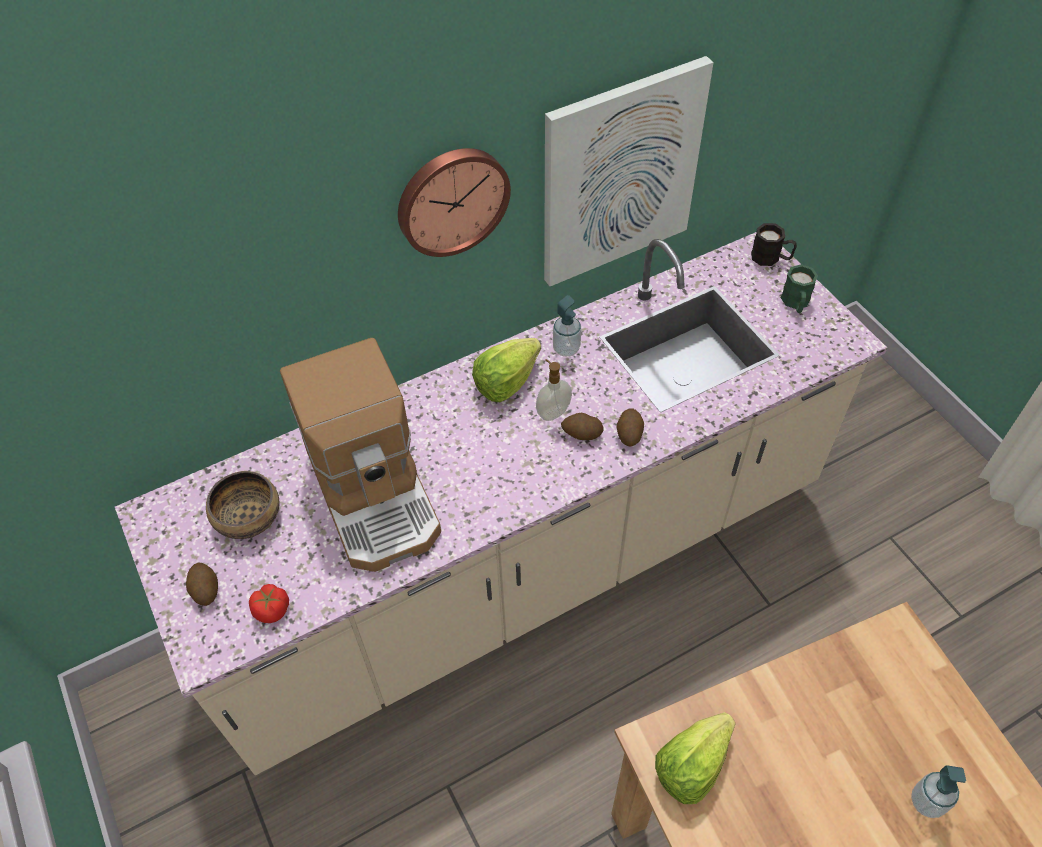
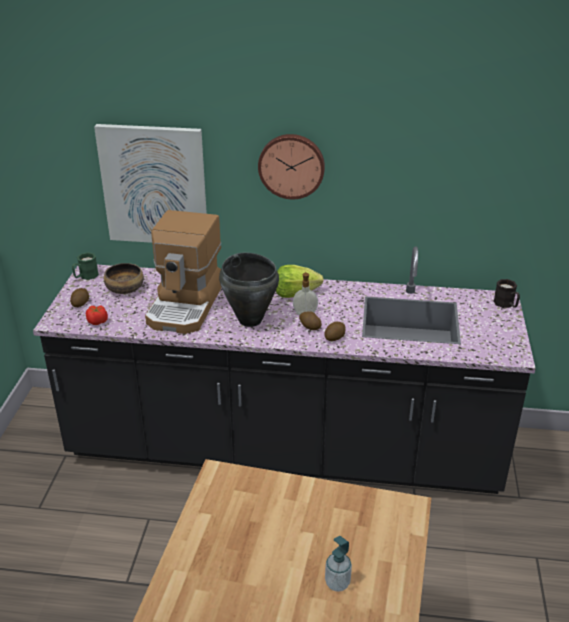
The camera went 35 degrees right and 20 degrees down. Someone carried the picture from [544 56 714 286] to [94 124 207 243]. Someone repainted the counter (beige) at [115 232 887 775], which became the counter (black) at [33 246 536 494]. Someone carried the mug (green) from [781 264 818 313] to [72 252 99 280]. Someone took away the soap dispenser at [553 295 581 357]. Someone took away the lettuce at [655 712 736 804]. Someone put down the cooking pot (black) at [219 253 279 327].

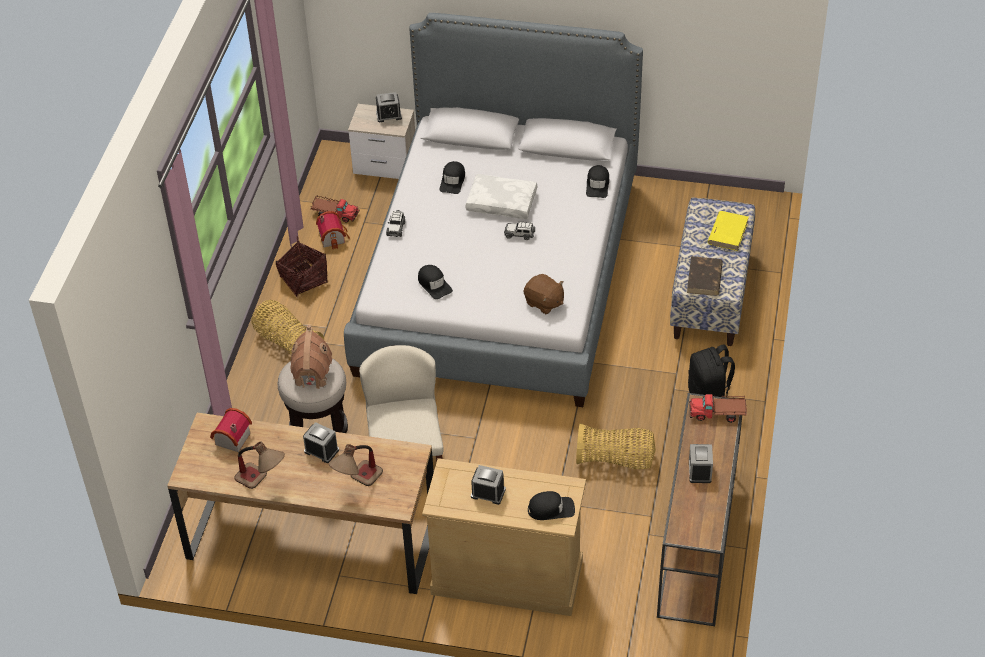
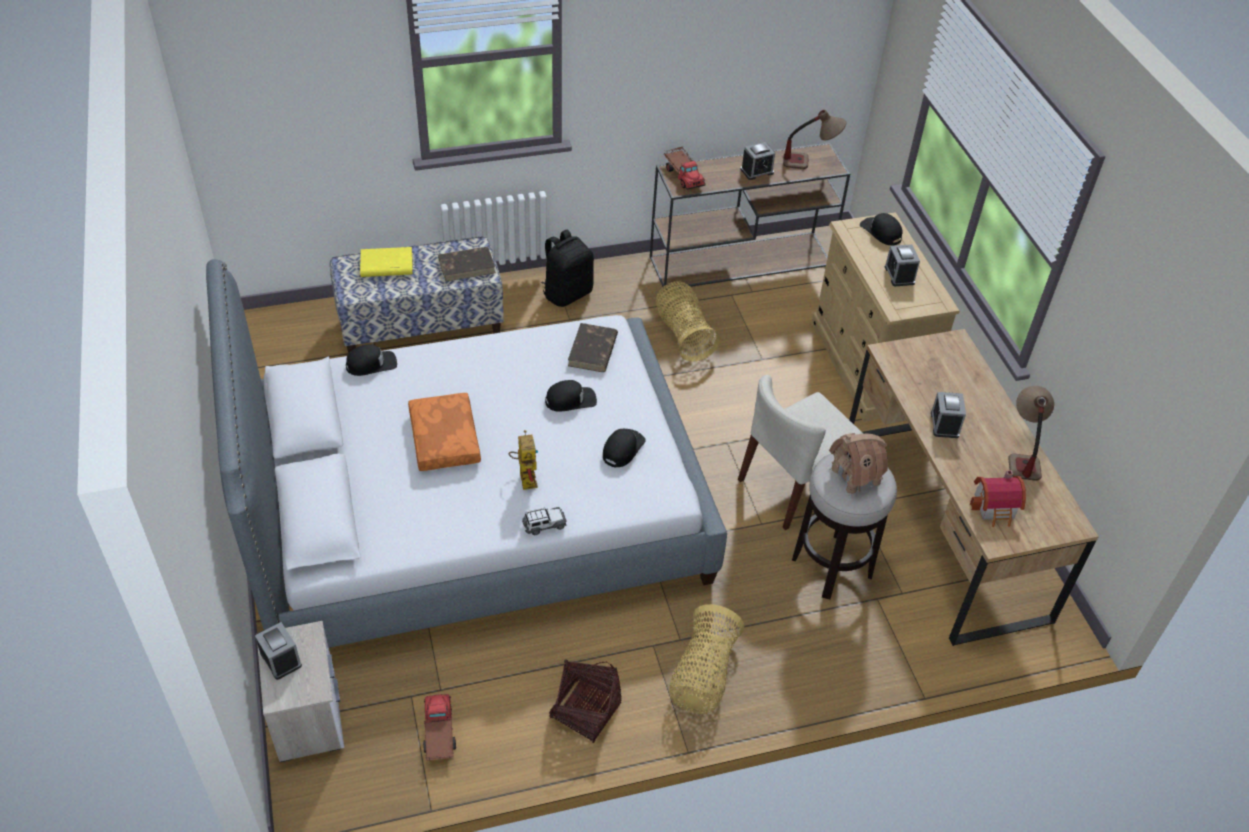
The camera went 120 degrees left and 0 degrees up. Someone carried the cap (black) from [439 161 465 194] to [545 380 597 412]. Someone repainted the pillow (white) at [466 174 537 219], which became the pillow (orange) at [408 393 481 471]. Someone took away the toy house at [316 211 350 249]. Someone took away the toy car at [504 222 535 240]. Someone swapped the plush toy (brown) at [524 274 564 314] for the book (brown) at [568 323 618 372]. Someone carried the table lamp from [329 444 383 486] to [783 110 846 169]. Someone put down the toy robot at [509 430 538 490].

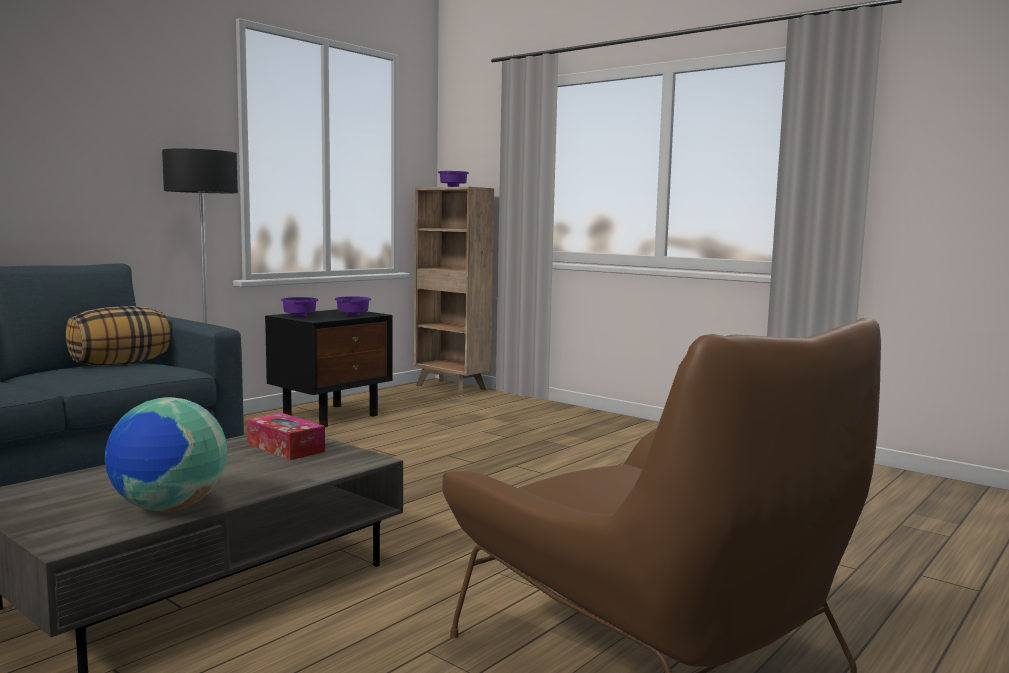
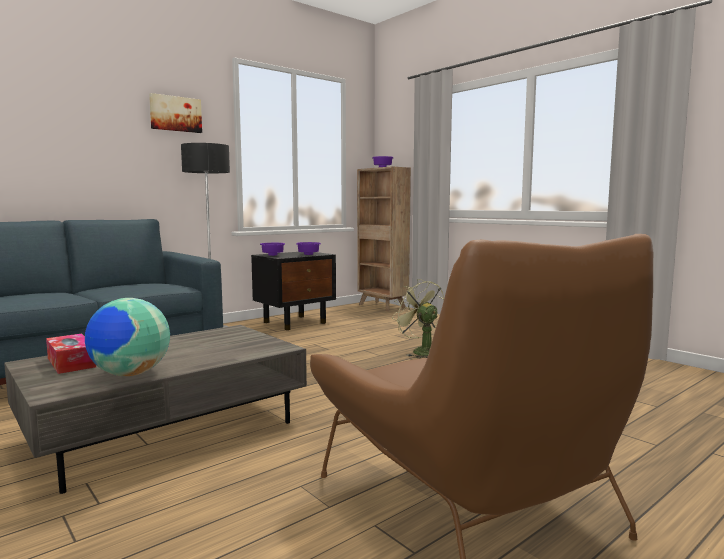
The camera went 10 degrees right and 0 degrees up. Someone took away the pillow at [66 306 171 365]. Someone carried the tissue box from [247 413 325 460] to [46 334 96 374]. Someone put up the picture at [149 93 202 133]. Someone put down the fan (green) at [392 279 444 358].

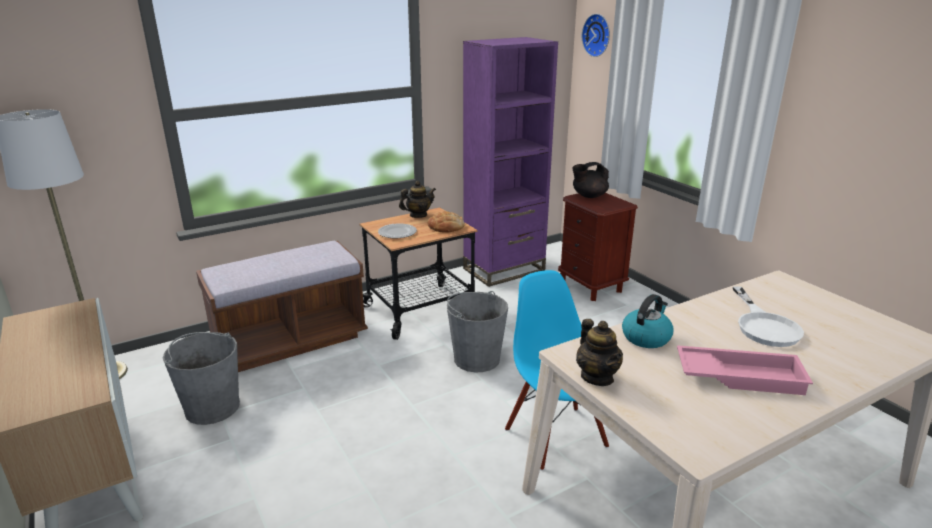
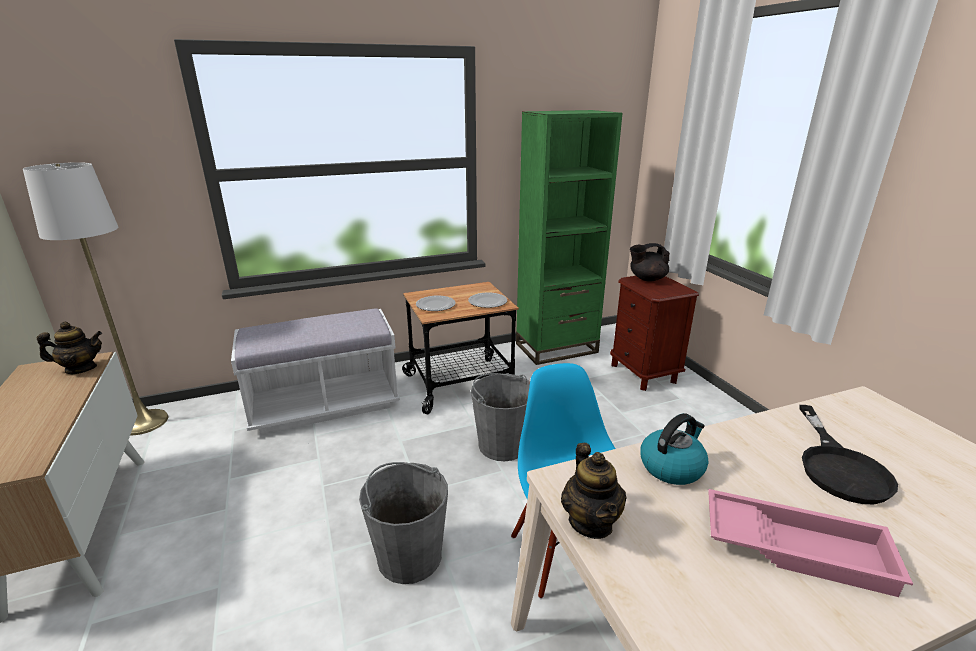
The camera went 10 degrees right and 0 degrees up. Someone took away the wall clock at [582 14 610 57]. Someone repainted the bookcase (purple) at [463 37 558 287], which became the bookcase (green) at [516 110 623 365]. Someone carried the teapot from [399 181 436 218] to [36 321 102 374]. Someone swapped the bread at [428 211 465 232] for the plate at [468 292 507 308]. Someone repainted the bench (brown) at [196 241 368 372], which became the bench (white) at [231 308 400 435]. Someone repainted the frying pan (white) at [733 286 804 347], which became the frying pan (black) at [799 405 898 504]. Someone carried the bucket (grey) from [163 332 240 425] to [359 462 448 584].

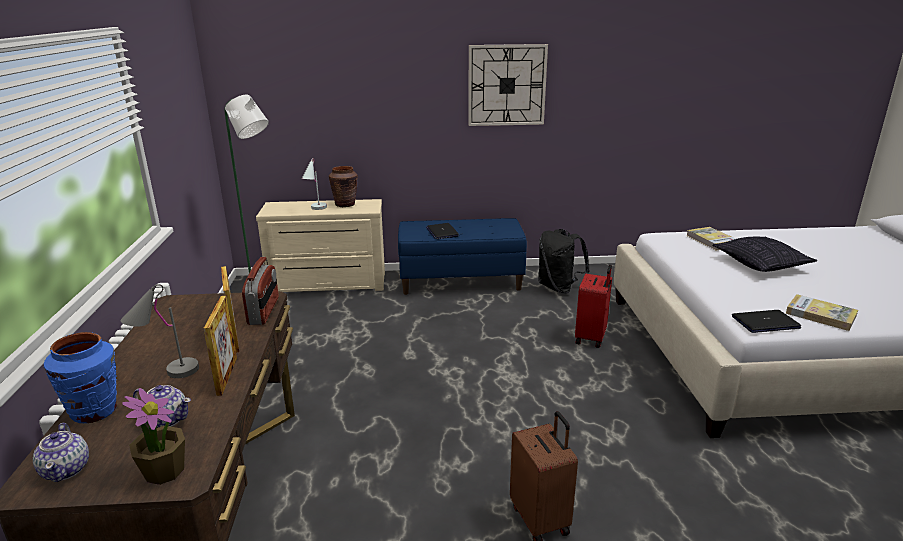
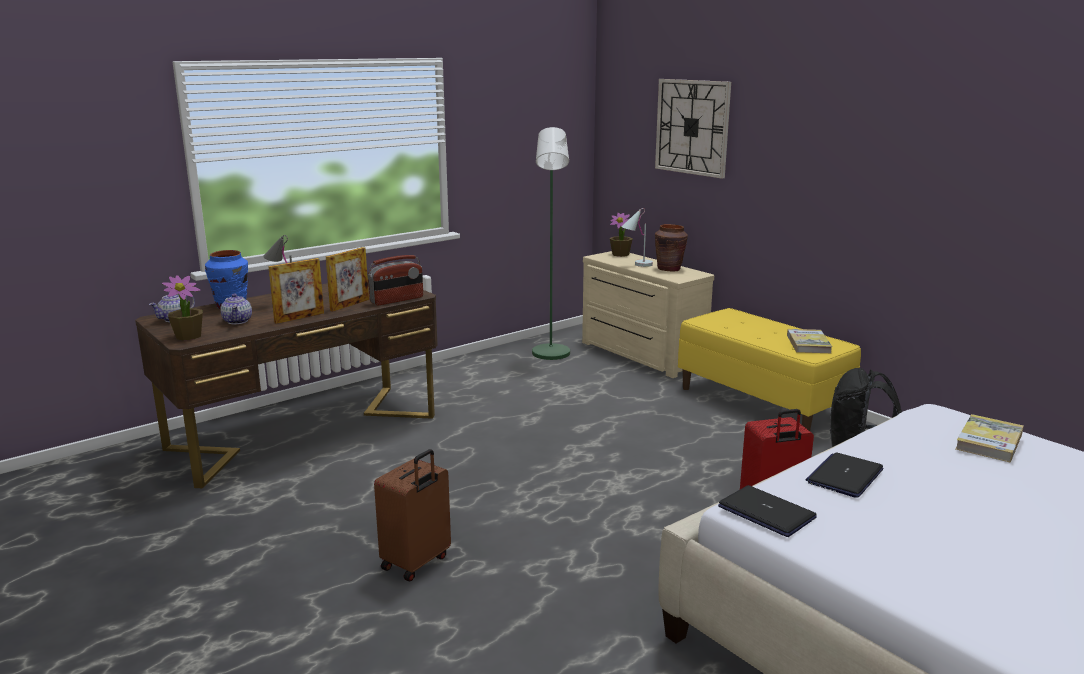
The camera went 55 degrees right and 5 degrees down. Someone carried the wall clock from [468 44 548 126] to [655 79 731 178]. Someone repainted the bench (blue) at [398 218 527 295], which became the bench (yellow) at [678 308 861 431]. Someone carried the laptop from [426 223 459 239] to [806 452 884 498]. Someone took away the pillow at [712 237 817 272]. Someone carried the book from [786 294 858 331] to [787 329 832 353]. Someone put down the potted plant at [610 213 633 257].

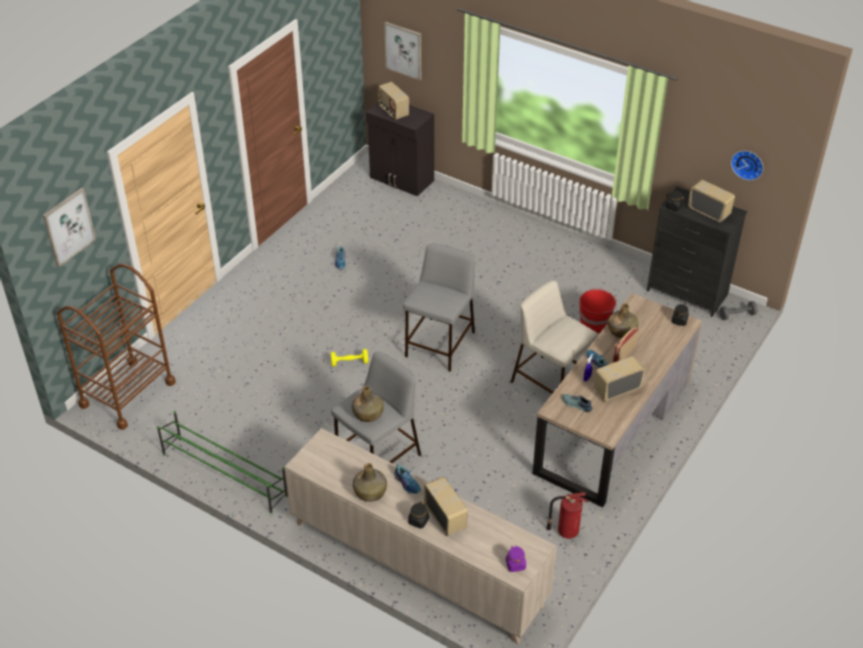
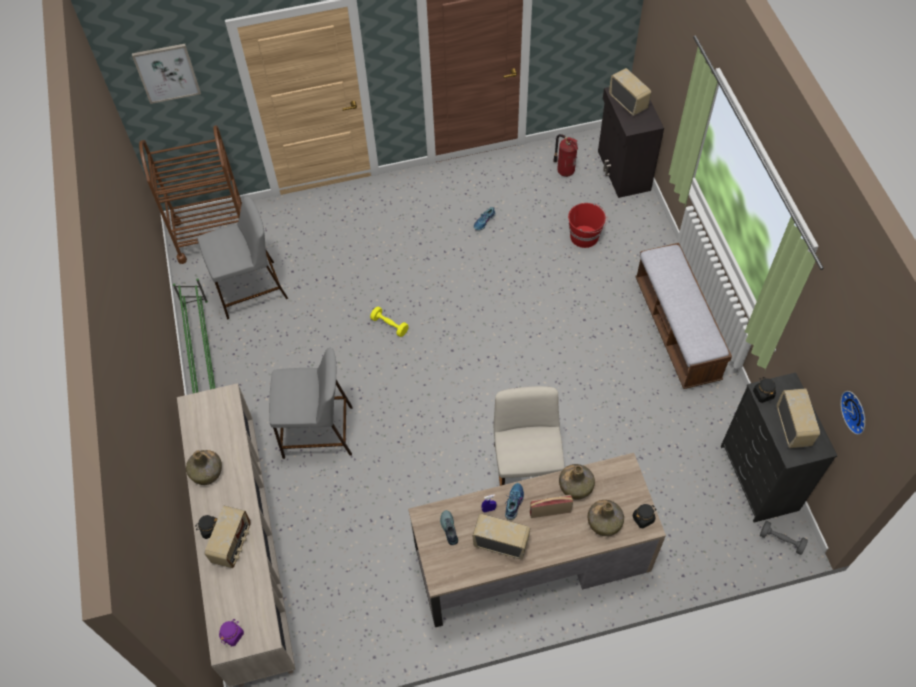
The camera went 45 degrees right and 15 degrees up. Someone took away the picture at [384 22 421 80]. Someone rotated the radio at [377 82 409 120] by 135 degrees clockwise. Someone carried the stool (grey) from [403 243 475 372] to [198 196 288 320]. Someone carried the bucket (red) from [580 288 618 333] to [568 203 607 248]. Someone carried the bottle (green) from [352 386 384 422] to [588 500 624 536]. Someone took away the shoe at [394 464 421 494]. Someone carried the fire extinguisher from [546 492 587 539] to [553 134 578 177]. Someone put down the bench at [635 243 732 389].

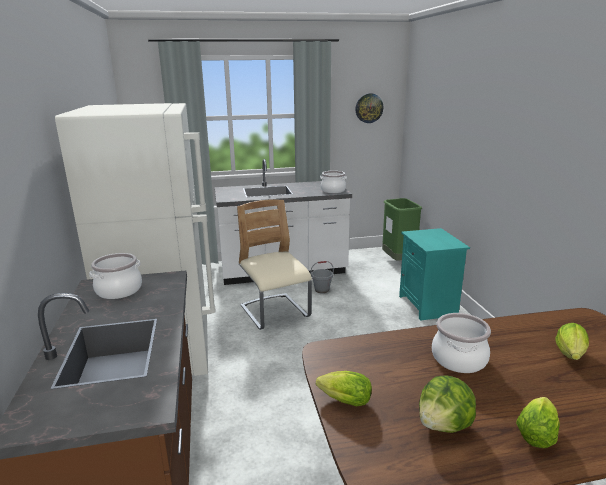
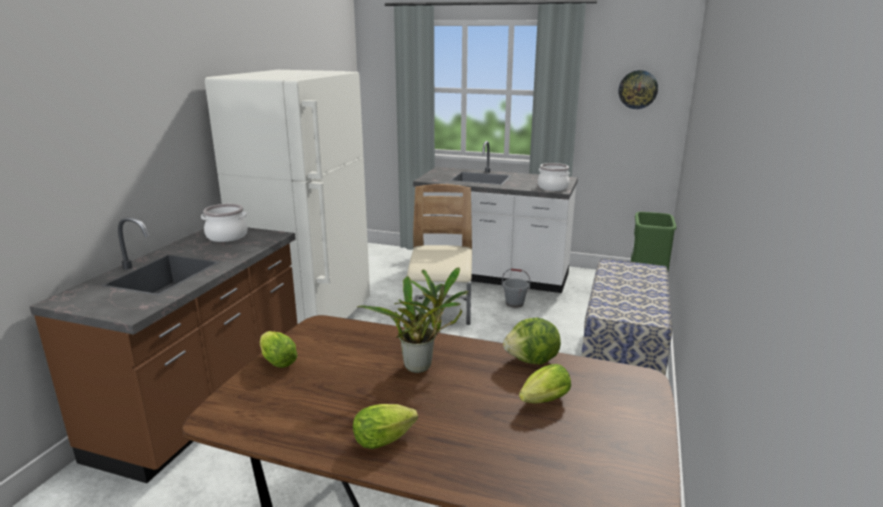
The camera went 30 degrees right and 0 degrees up. Someone swapped the nightstand (turquoise) at [399 228 470 321] for the bench at [582 259 672 376]. Someone swapped the cooking pot at [432 313 491 373] for the potted plant at [357 268 469 373]. Someone carried the lettuce from [419 375 476 433] to [503 318 561 365].

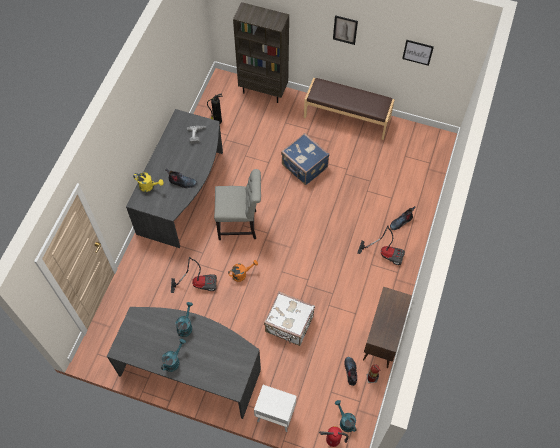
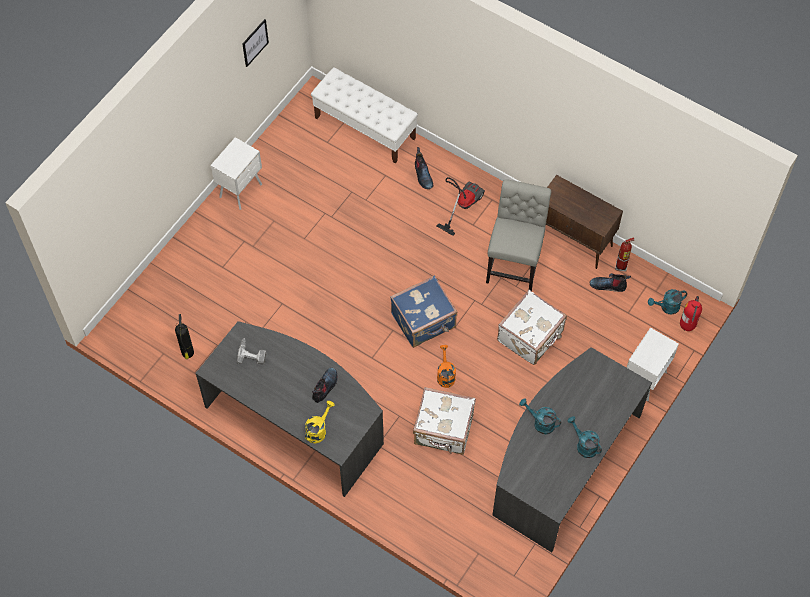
The camera went 75 degrees left and 0 degrees up. Someone took away the bookcase (brown) at [233 2 289 103]. Someone took away the picture at [333 15 358 45]. Someone swapped the bench (brown) at [304 78 395 140] for the nightstand (white) at [211 137 262 210]. Someone carried the suitcase (blue) from [281 133 329 185] to [390 276 457 348]. Someone carried the chair (grey) from [214 169 261 240] to [486 179 551 291]. Someone swapped the vacuum cleaner at [171 257 217 293] for the suitcase (white) at [413 387 476 455]. Someone put down the bench (white) at [311 67 418 164].

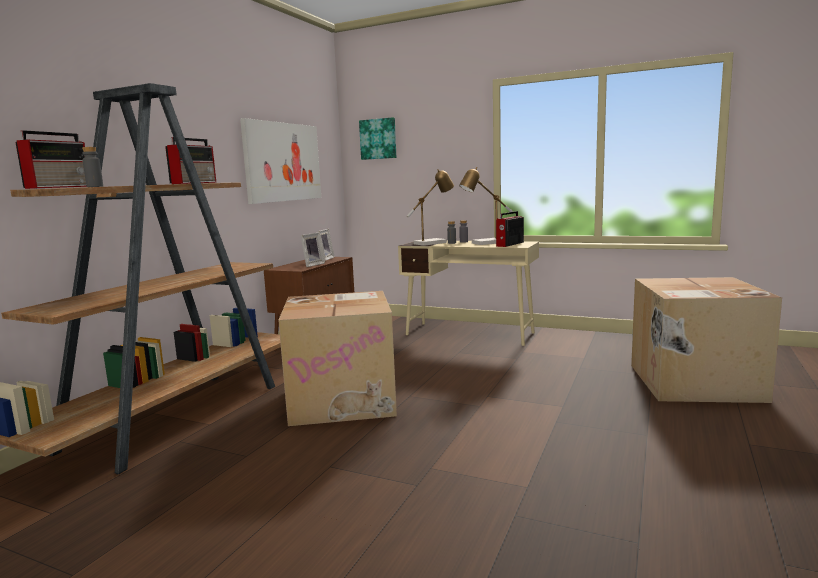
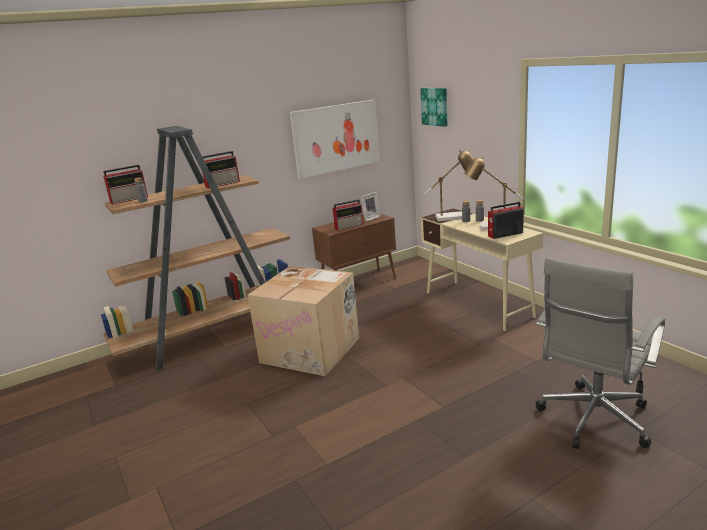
The camera went 35 degrees right and 10 degrees up. Someone swapped the picture frame at [300 232 325 267] for the radio at [333 200 363 231]. Someone swapped the cardboard box at [631 277 782 403] for the office chair (grey) at [535 257 665 449].

